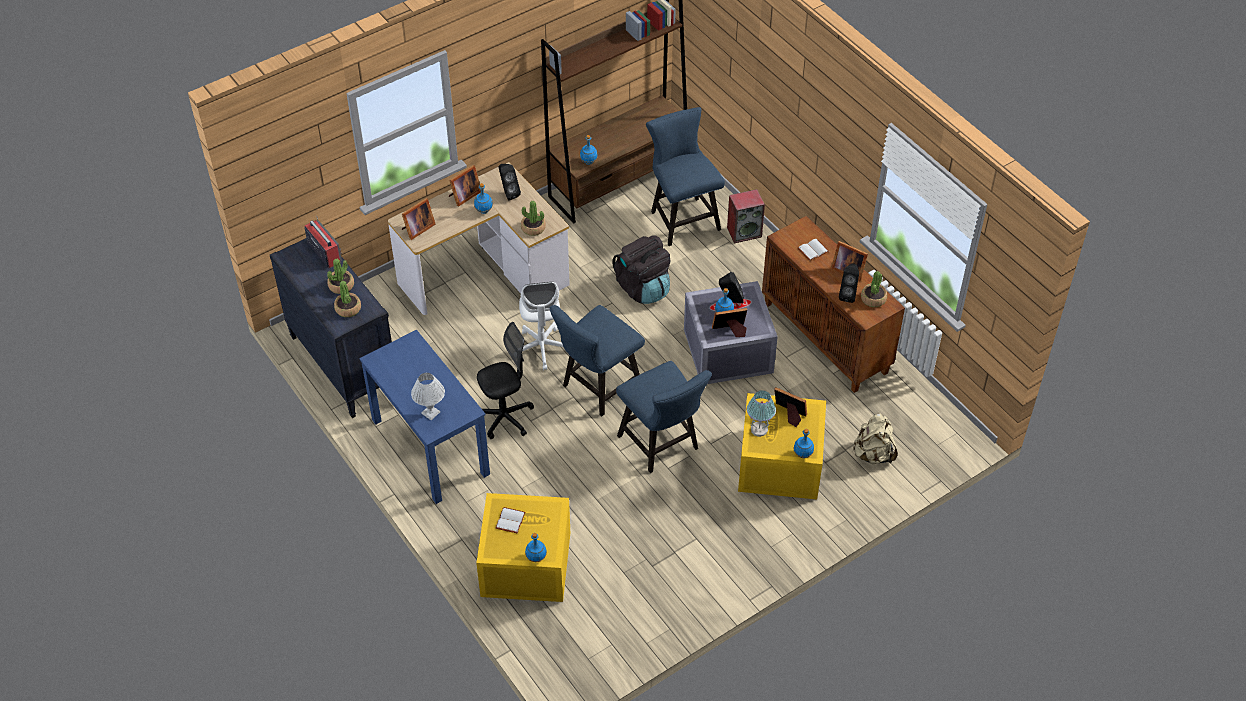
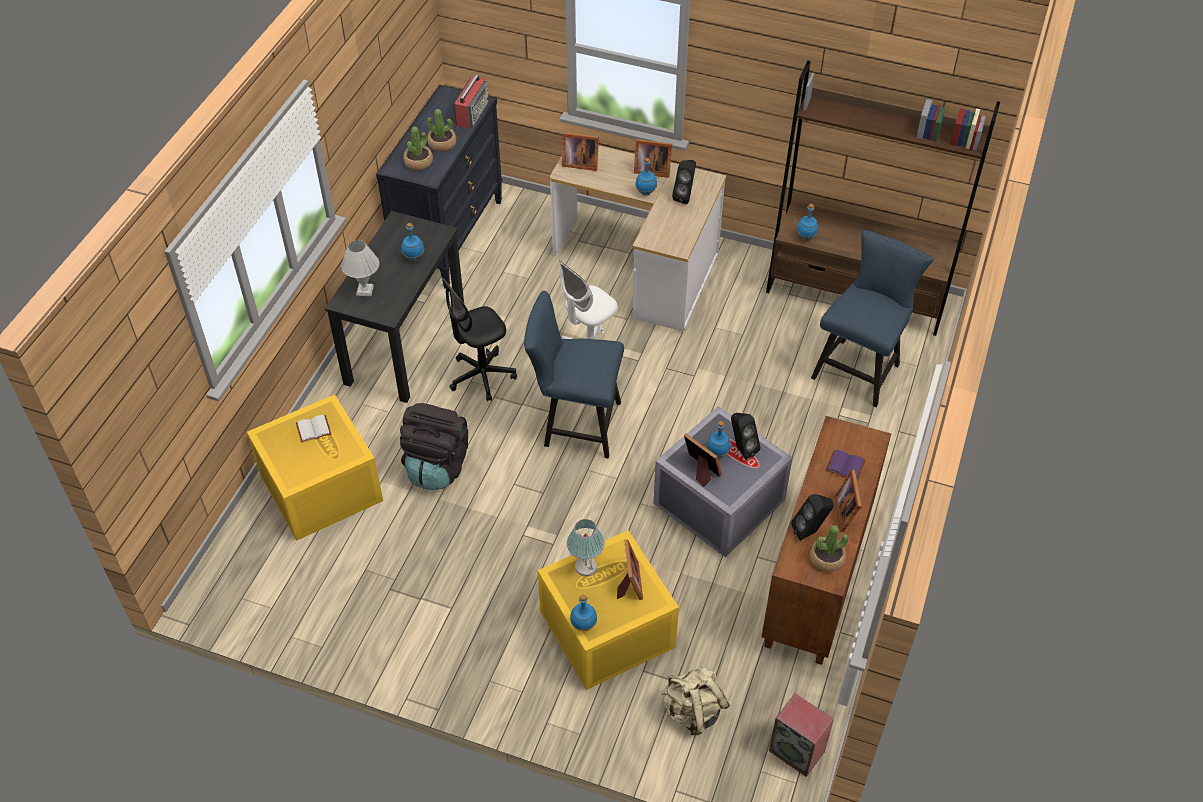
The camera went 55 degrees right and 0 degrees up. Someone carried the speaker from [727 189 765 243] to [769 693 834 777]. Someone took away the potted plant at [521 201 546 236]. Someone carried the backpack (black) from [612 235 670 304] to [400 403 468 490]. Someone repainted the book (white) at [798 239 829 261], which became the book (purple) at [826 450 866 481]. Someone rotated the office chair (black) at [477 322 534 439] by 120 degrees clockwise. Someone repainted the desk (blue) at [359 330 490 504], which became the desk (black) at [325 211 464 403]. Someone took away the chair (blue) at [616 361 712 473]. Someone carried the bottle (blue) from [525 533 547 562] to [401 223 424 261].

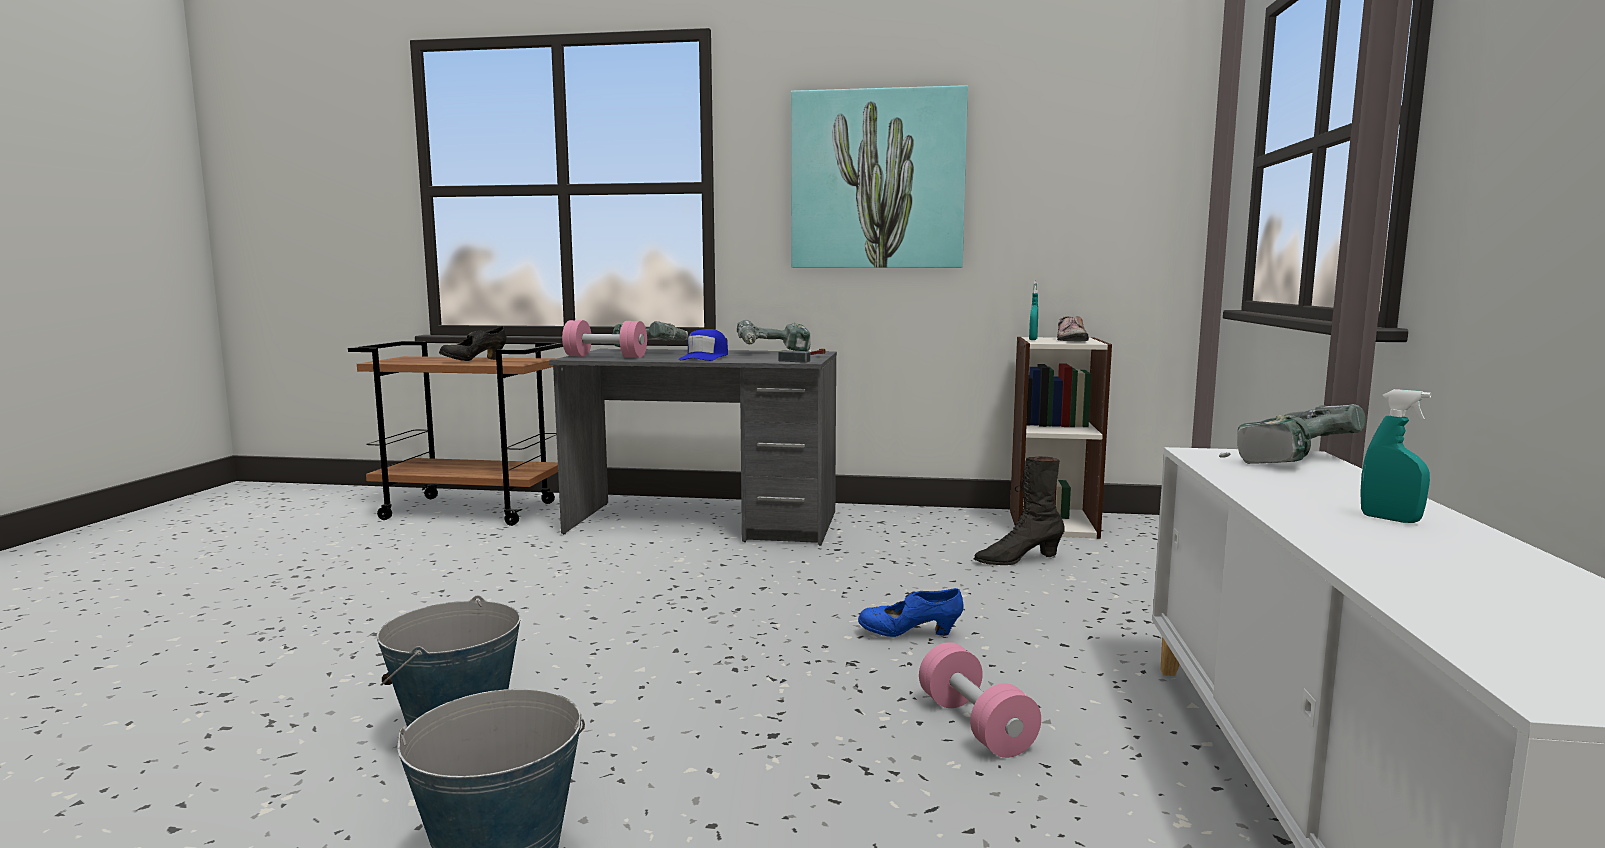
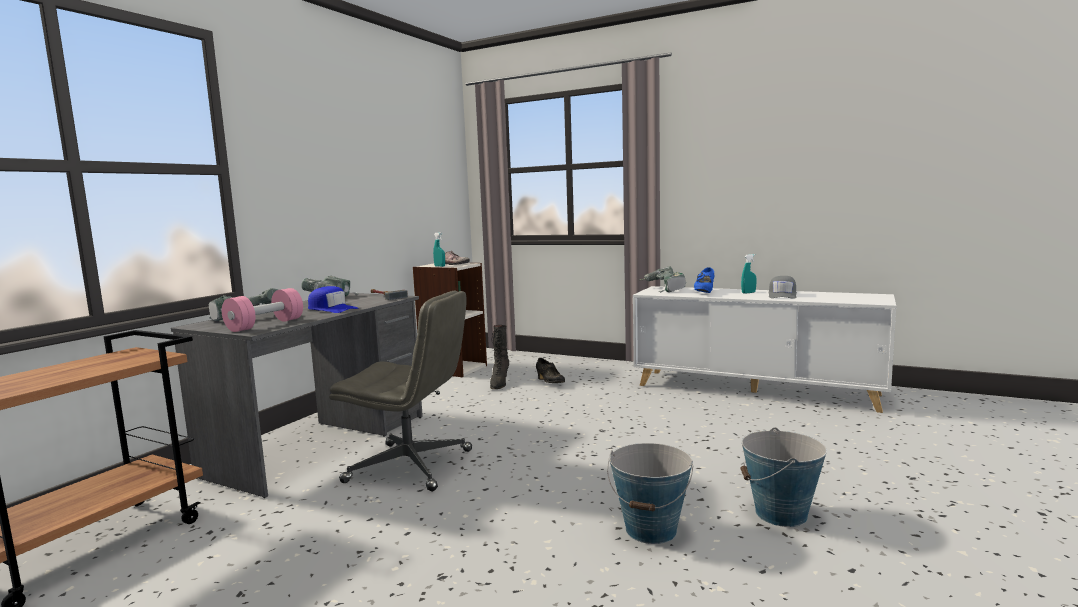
The camera went 70 degrees left and 0 degrees up. Someone took away the picture at [791 85 968 268]. Someone carried the shoe (black) from [439 326 507 361] to [536 358 565 383]. Someone carried the shoe (blue) from [858 588 963 637] to [694 267 714 293]. Someone took away the dumbbell (pink) at [919 642 1041 758]. Someone put down the cap (grey) at [769 276 797 299]. Someone put down the office chair (grey) at [329 290 472 491].

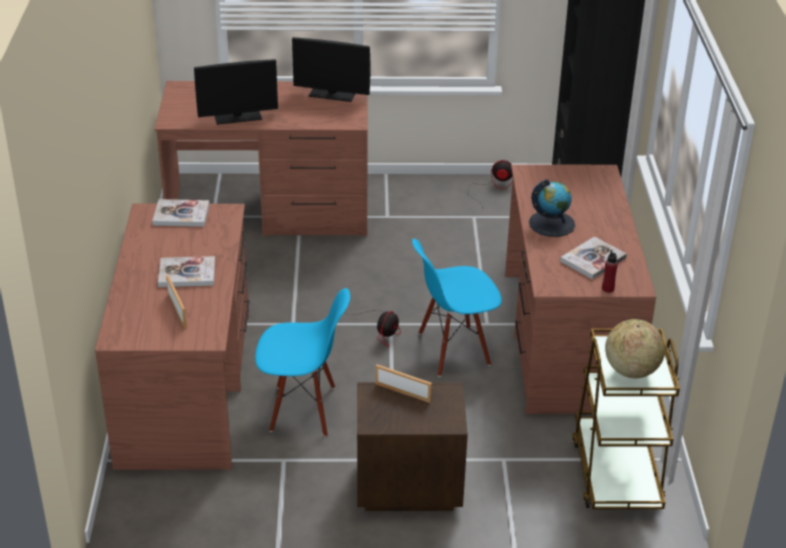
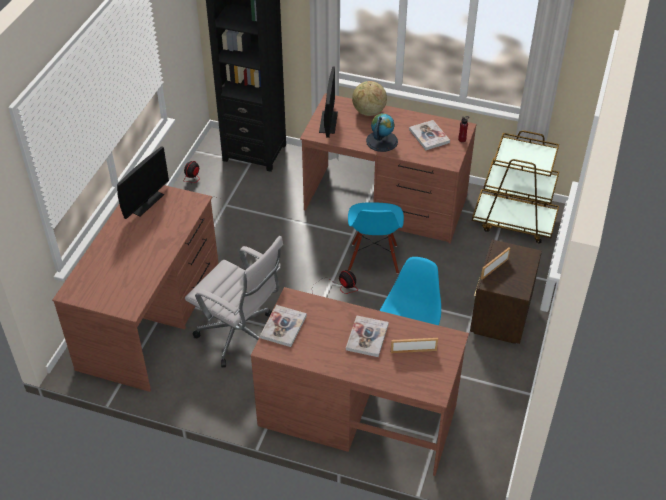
The camera went 70 degrees left and 10 degrees up. Someone carried the monitor from [194 59 278 125] to [319 66 338 138]. Someone carried the globe from [605 319 665 378] to [352 81 387 116]. Someone put down the office chair (white) at [185 236 283 368].

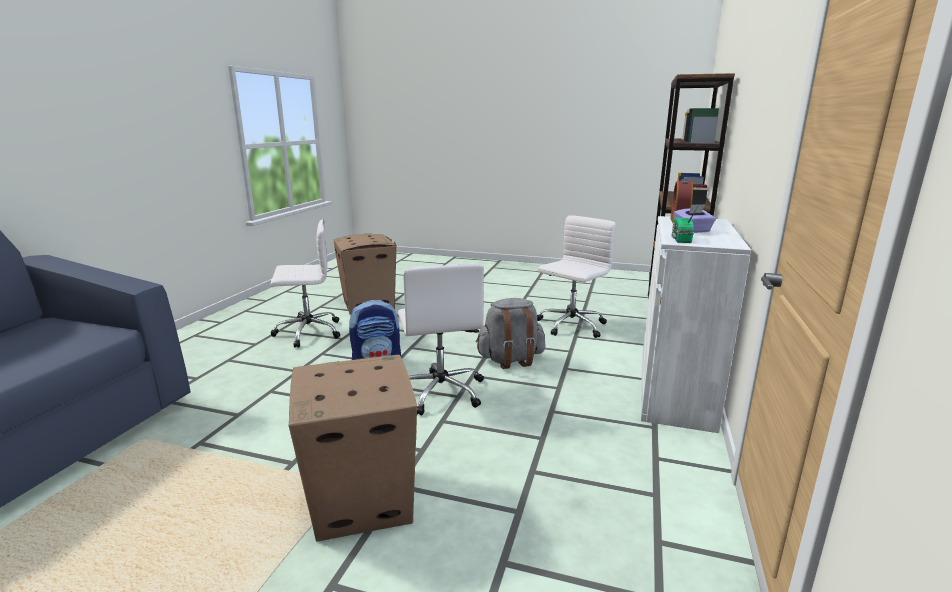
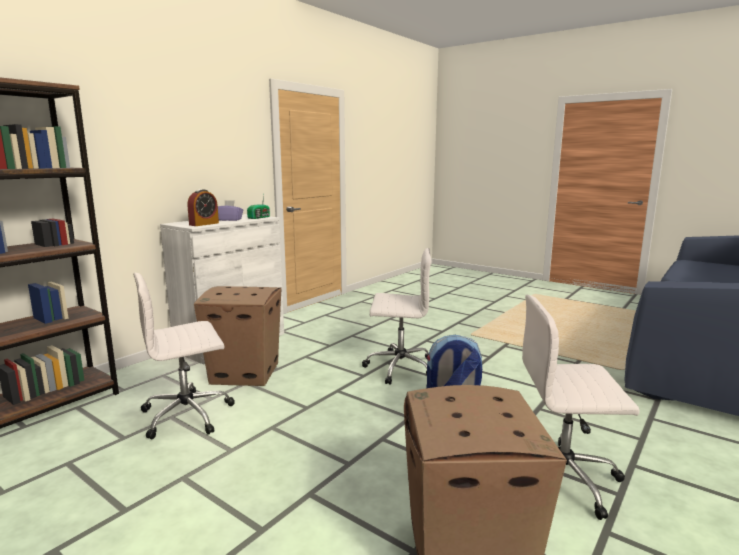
The camera went 160 degrees left and 5 degrees down. Someone rotated the office chair (white) at [398 264 484 415] by 90 degrees clockwise. Someone took away the backpack (grey) at [475 298 546 369]. Someone carried the cardboard box from [289 355 417 542] to [194 286 282 386].

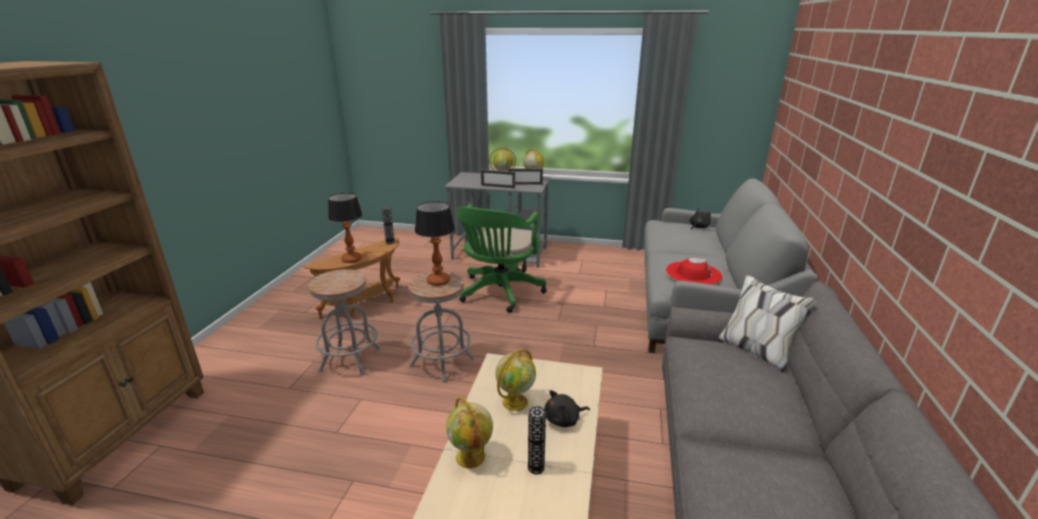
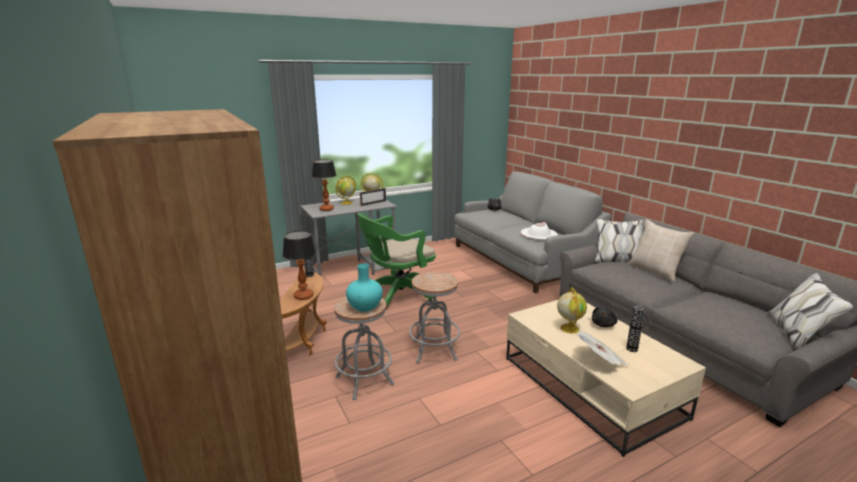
The camera went 40 degrees left and 5 degrees down. Someone took away the picture frame at [481 170 515 188]. Someone carried the table lamp from [415 201 455 286] to [312 159 336 211]. Someone rotated the office chair (green) at [456 204 547 313] by 75 degrees clockwise. Someone repainted the hat (red) at [666 258 723 285], which became the hat (white) at [521 222 558 240]. Someone swapped the globe at [446 397 493 468] for the newspaper at [577 331 630 366]. Someone put down the pillow (beige) at [628 219 695 282]. Someone put down the vase (turquoise) at [346 263 383 312].

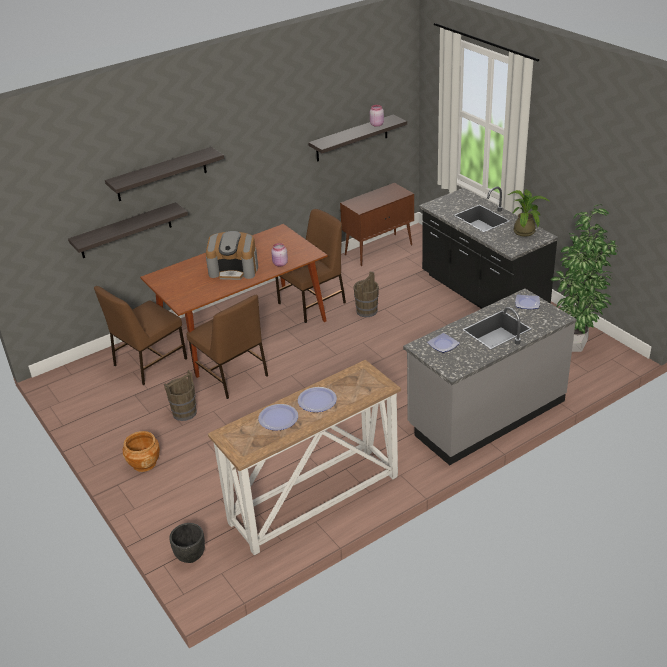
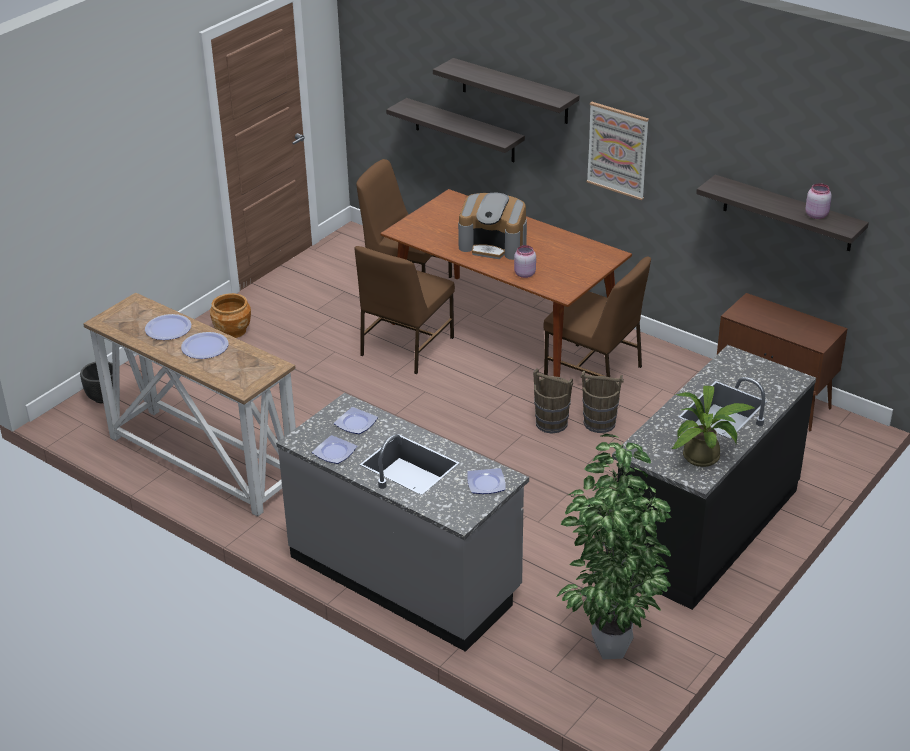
The camera went 70 degrees right and 0 degrees up. Someone rotated the coffee machine at [206 231 258 280] by 60 degrees counterclockwise. Someone carried the bucket (brown) from [164 370 197 421] to [533 368 573 433]. Someone put up the picture at [587 102 649 200]. Someone put down the plate at [312 435 357 464].

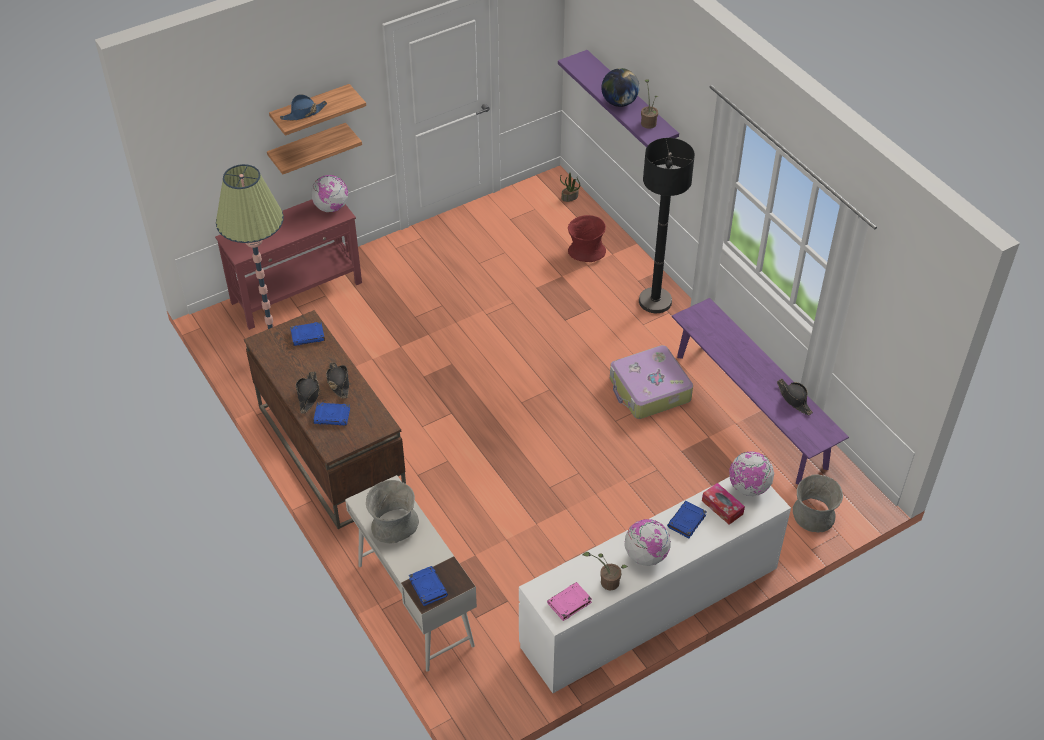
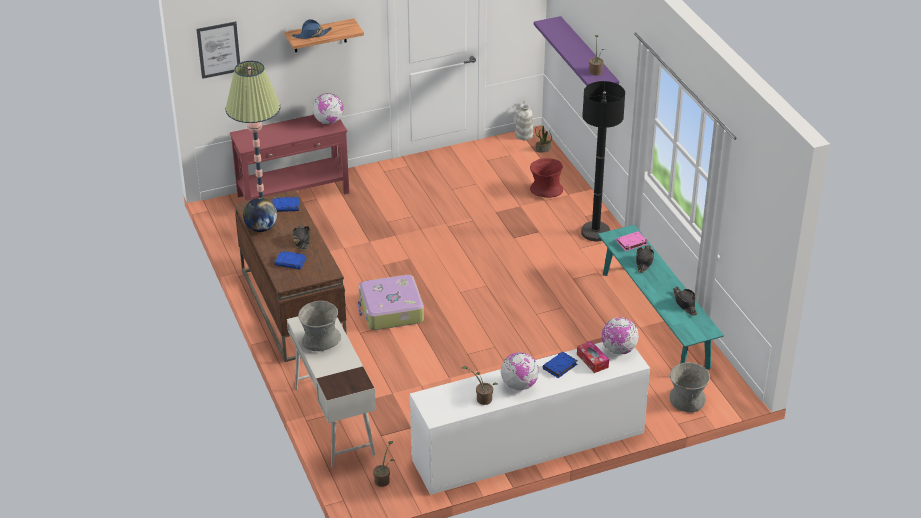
The camera went 10 degrees right and 10 degrees down. Someone carried the globe from [601 68 639 107] to [243 198 277 232]. Someone took away the shelf at [267 123 362 175]. Someone repainted the bench (purple) at [672 298 849 484], which became the bench (turquoise) at [598 225 724 370]. Someone carried the suitcase from [610 345 693 419] to [358 275 424 330]. Someone carried the hat (black) from [296 372 319 413] to [636 246 654 273]. Someone took away the book (blue) at [409 566 448 606]. Someone carried the book (pink) from [547 582 592 621] to [616 231 648 251]. Someone put up the picture at [196 21 240 79]. Someone put down the vase (white) at [515 101 533 140]. Someone put down the potted plant at [373 441 395 487].

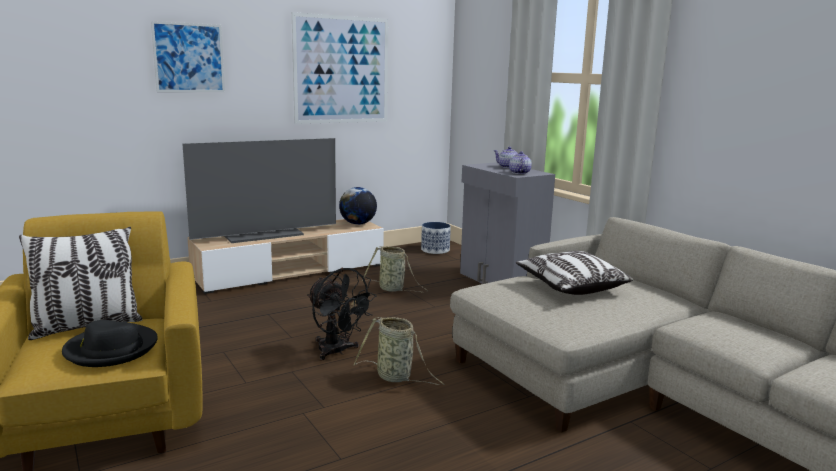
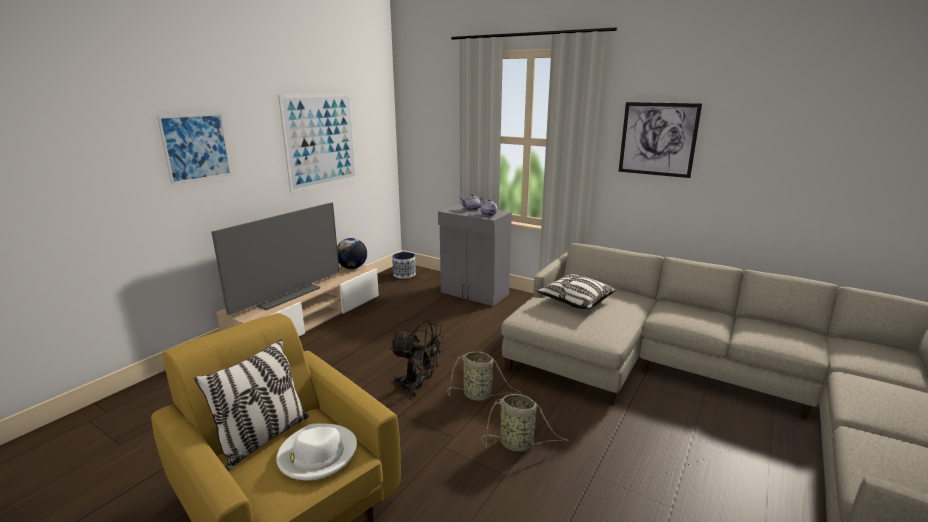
The camera went 25 degrees left and 5 degrees up. Someone carried the basket from [362 246 428 292] to [481 394 568 452]. Someone repainted the hat (black) at [62 320 158 367], which became the hat (white) at [276 424 357 481]. Someone put up the picture at [619 102 702 178].

